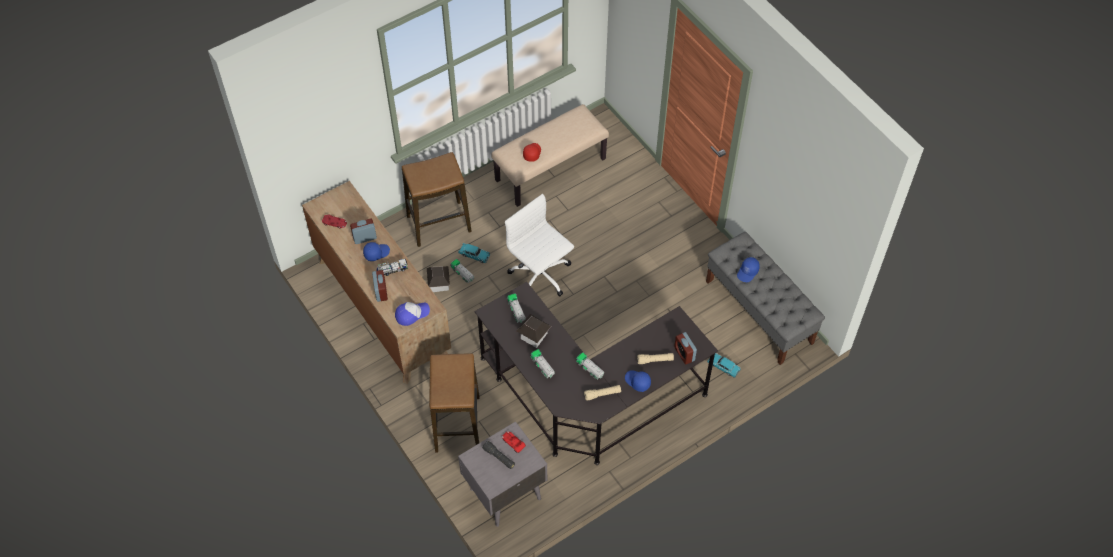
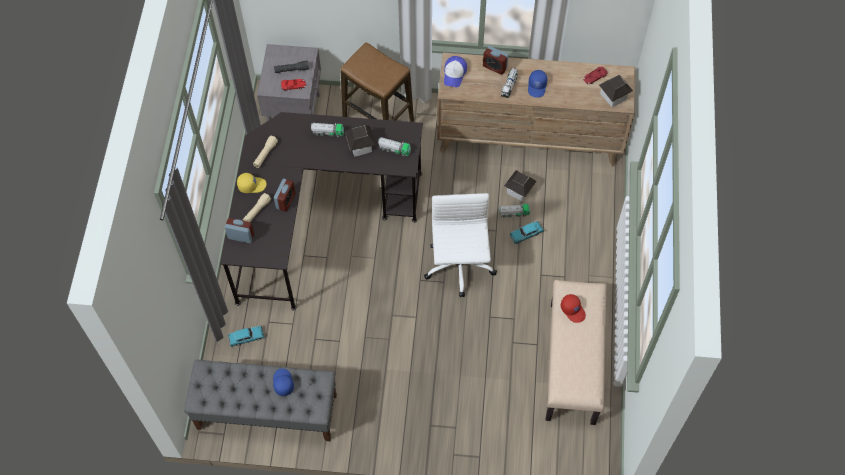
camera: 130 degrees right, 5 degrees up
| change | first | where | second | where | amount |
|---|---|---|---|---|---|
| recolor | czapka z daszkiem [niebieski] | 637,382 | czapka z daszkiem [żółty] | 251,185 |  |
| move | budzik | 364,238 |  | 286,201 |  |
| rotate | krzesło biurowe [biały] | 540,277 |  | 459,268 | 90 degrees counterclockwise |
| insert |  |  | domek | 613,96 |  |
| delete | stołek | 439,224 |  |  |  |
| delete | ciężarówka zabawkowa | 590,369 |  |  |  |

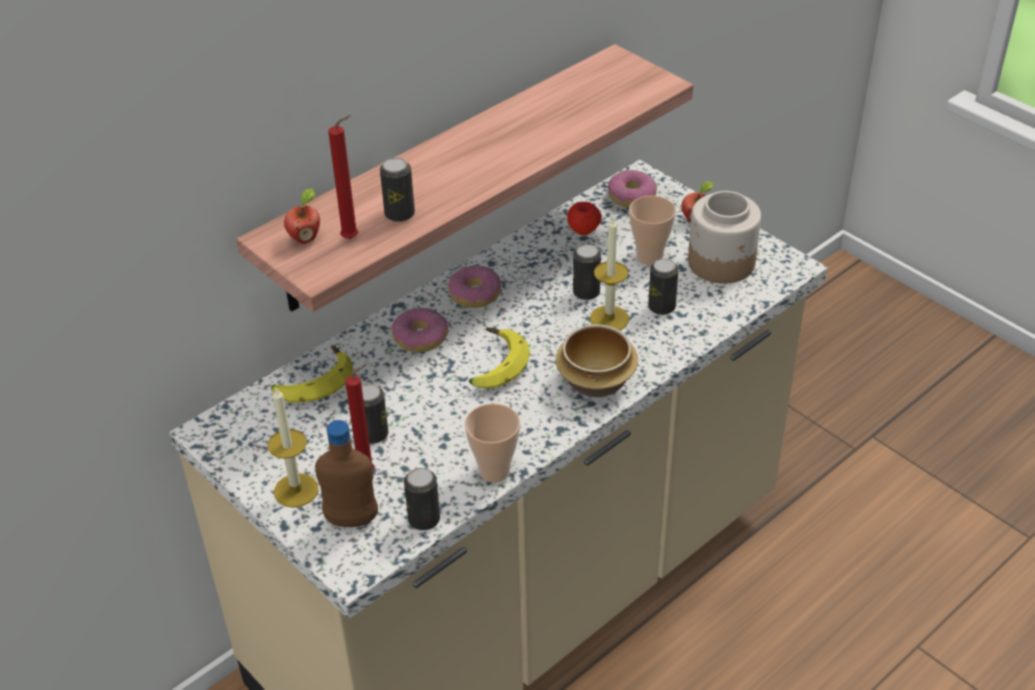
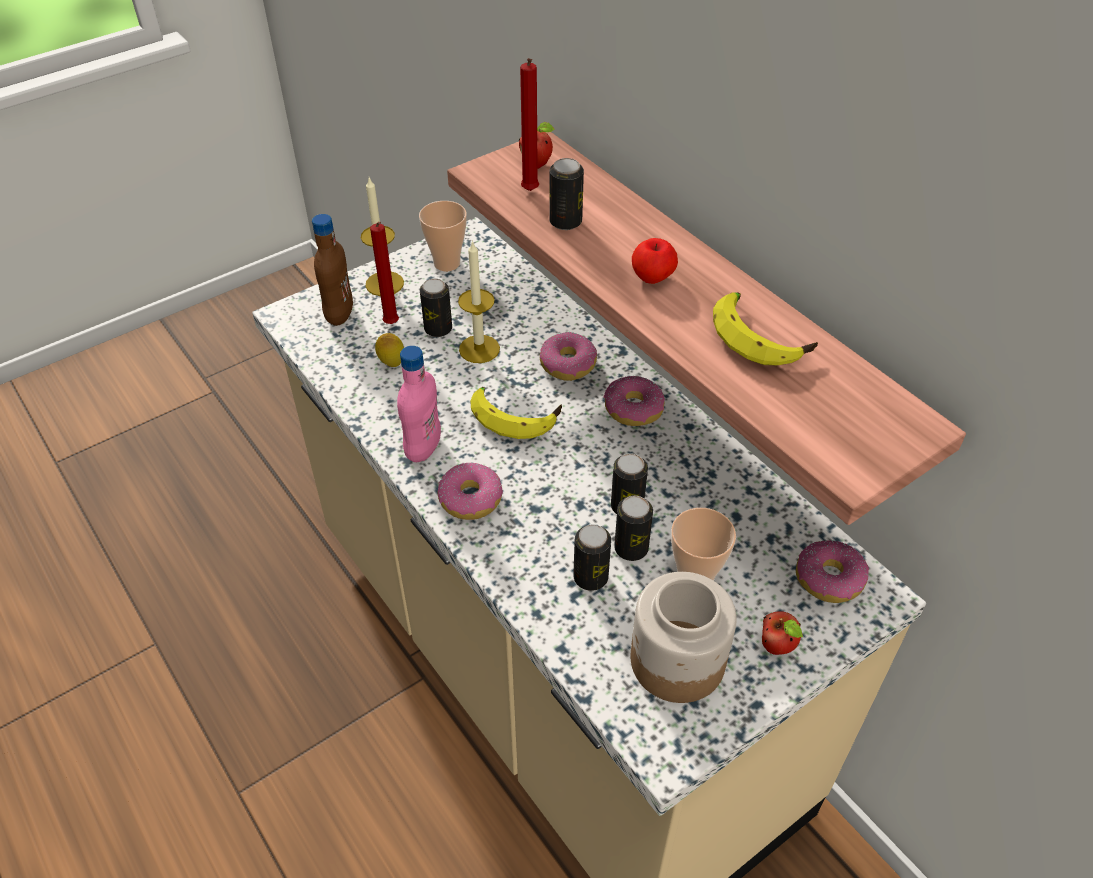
camera: 95 degrees right, 5 degrees up
| change | first | where | second | where | amount |
|---|---|---|---|---|---|
| insert |  |  | cytryna | 392,364 |  |
| insert |  |  | butelka [różowy] | 423,448 |  |
| move | filiżanka | 494,471 |  | 447,263 |  |
| replace | miska | 598,381 | donut | 471,499 |  |
| move | świeca | 609,319 |  | 479,349 |  |
| move | puszka | 424,519 |  | 631,548 |  |
| move | jabłko | 583,230 |  | 652,278 |  |
| move | banan | 312,382 |  | 760,337 |  |

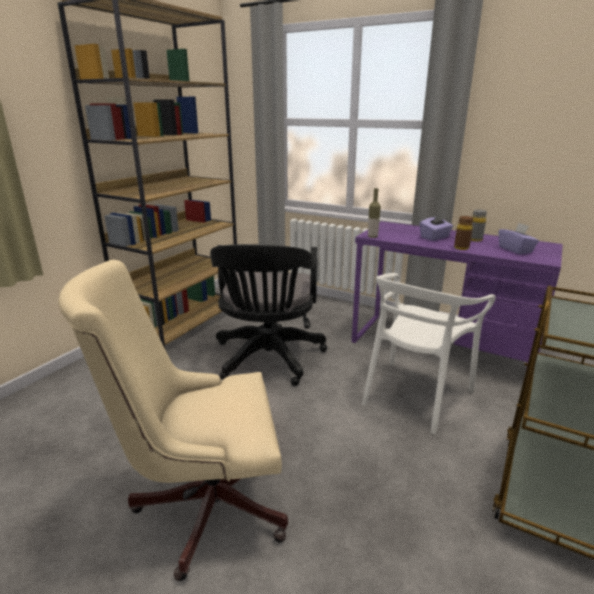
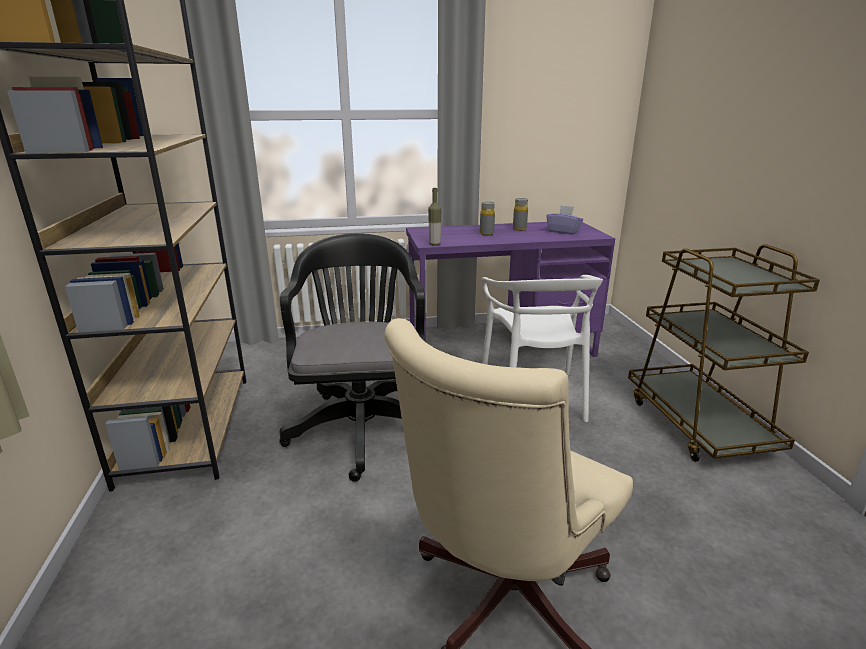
camera: 40 degrees left, 0 degrees up
| change | first | where | second | where | amount |
|---|---|---|---|---|---|
| rotate | krzesło biurowe [czarny] | 268,360 |  | 362,425 | 150 degrees counterclockwise |
| replace | pudełko chusteczek [fioletowy] | 435,237 | butelka [szary] | 486,233 |  |
| delete | butelka [brązowy] | 461,248 |  |  |  |

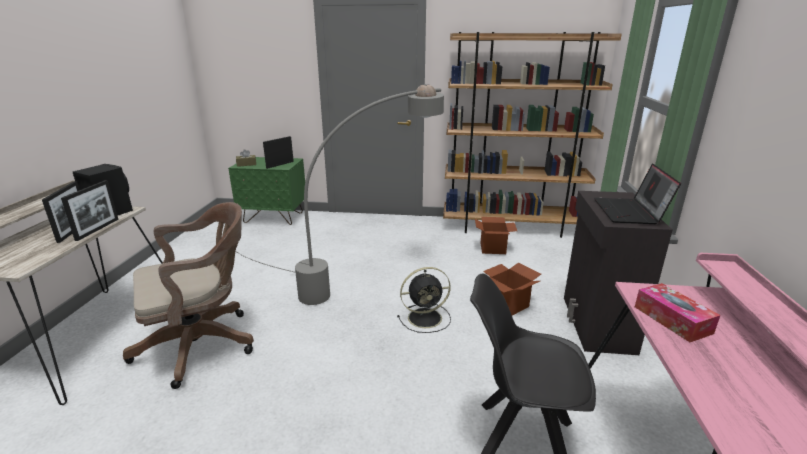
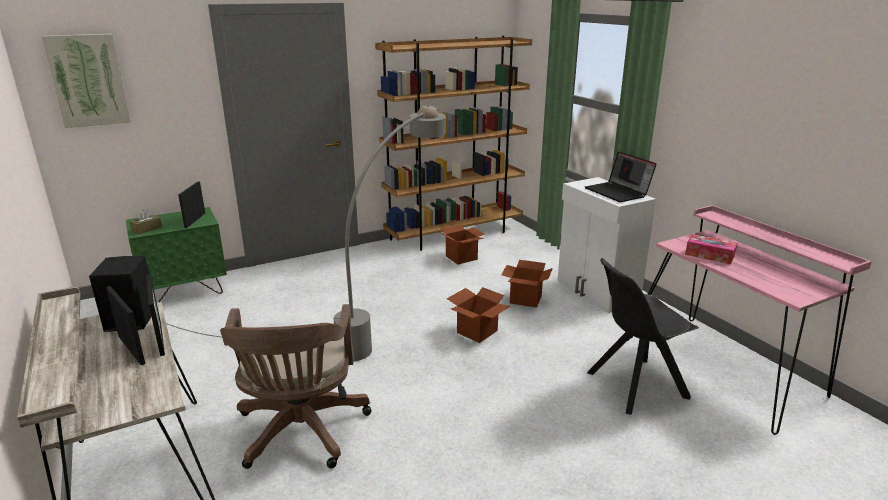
camera: 35 degrees left, 0 degrees up
| change | first | where | second | where | amount |
|---|---|---|---|---|---|
| insert |  |  | obraz | 88,80 |  |
| rotate | krzesło biurowe [brązowy] | 203,344 |  | 301,433 | 150 degrees clockwise |
| replace | wentylator [czarny] | 426,318 | karton | 477,331 |  |
| recolor | szafka [czarny] | 596,324 | szafka [biały] | 596,292 |  |

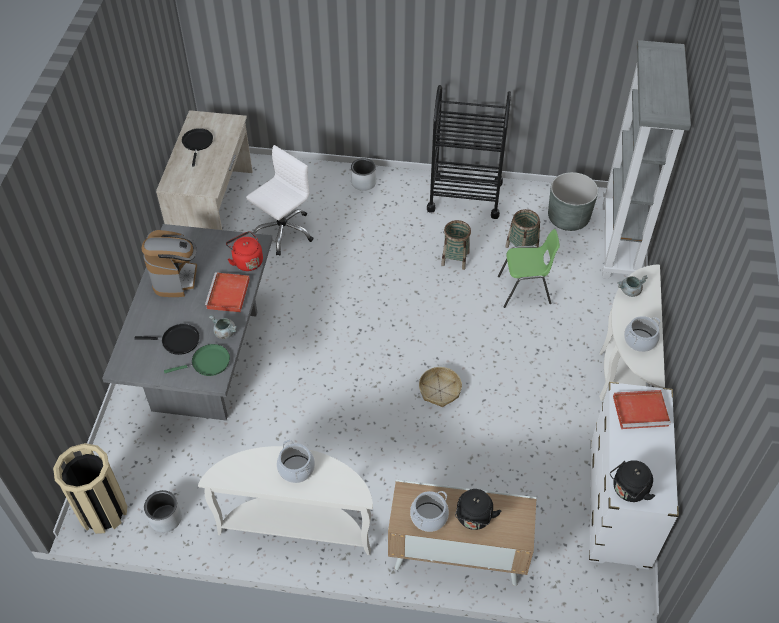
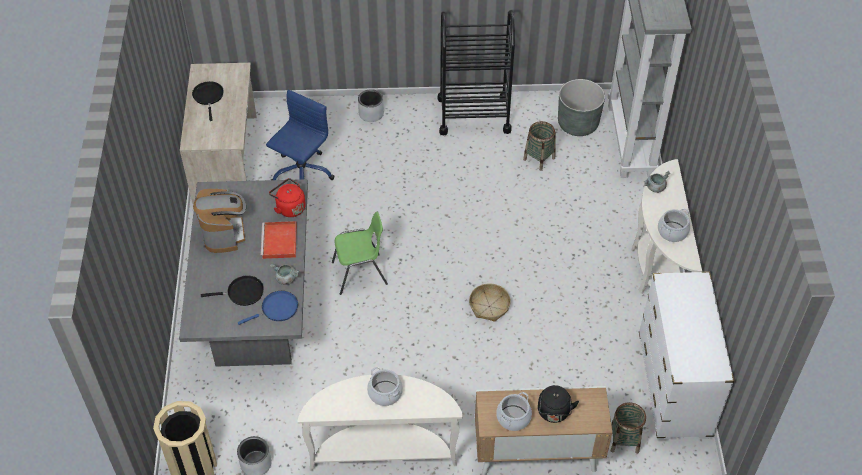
camera: 10 degrees left, 0 degrees up
| change | first | where | second | where | amount |
|---|---|---|---|---|---|
| recolor | patelnia [zielony] | 208,363 | patelnia [niebieski] | 277,309 |  |
| recolor | krzesło biurowe [biały] | 283,231 | krzesło biurowe [niebieski] | 302,173 |  |
| move | krzesło [zielony] | 525,290 |  | 360,274 |  |
| move | koszyk | 455,259 |  | 624,440 |  |
| delete | czajnik [czarny] | 628,490 |  |  |  |
| delete | taca [czerwony] | 641,410 |  |  |  |

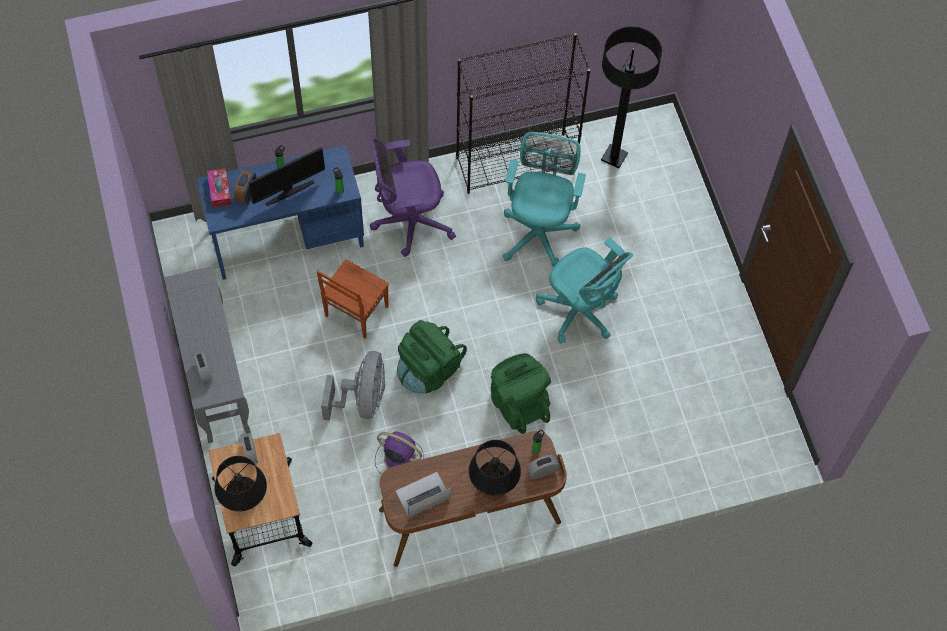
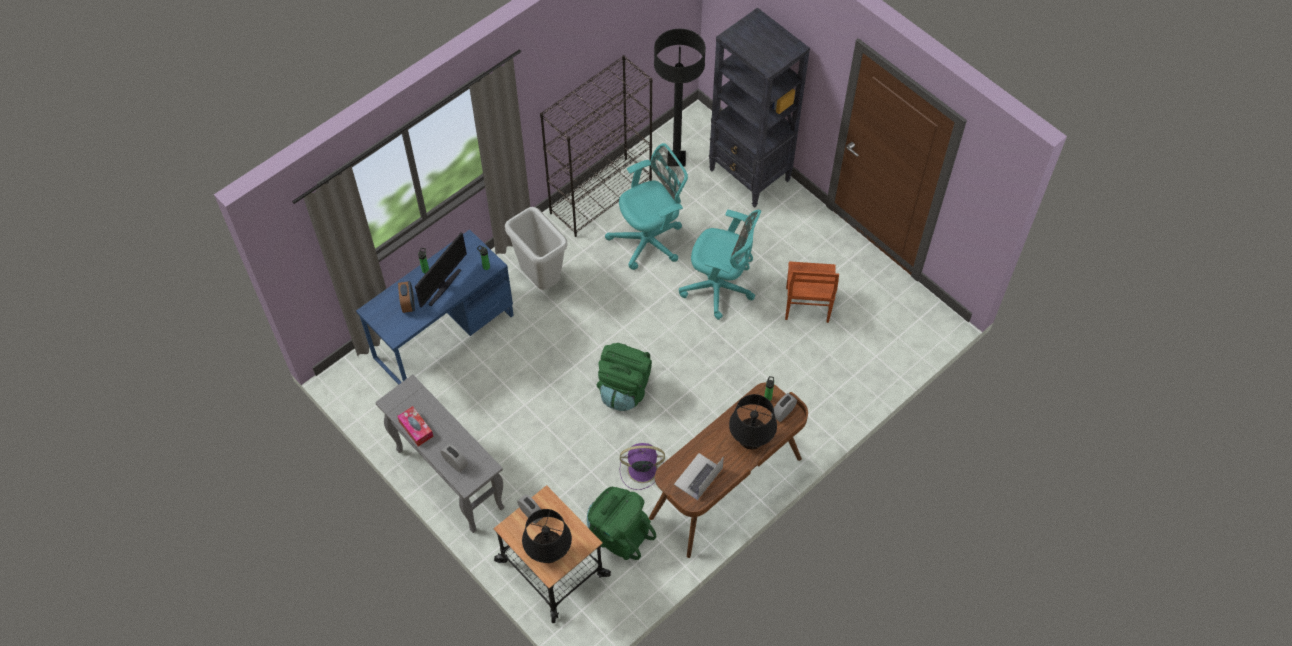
camera: 25 degrees left, 5 degrees down
| change | first | where | second | where | amount |
|---|---|---|---|---|---|
| move | pudełko chusteczek | 219,190 |  | 416,429 |  |
| replace | krzesło biurowe [fioletowy] | 409,222 | kosz na śmieci [szary] | 540,279 |  |
| move | plecak [zielony] | 518,402 |  | 618,534 |  |
| rotate | krzesło biurowe [turkusowy] | 539,230 |  | 650,240 | 75 degrees clockwise |
| insert |  |  | regał [czarny] | 750,175 |  |
| move | krzesło [brązowy] | 355,311 |  | 806,305 |  |
| delete | wentylator [szary] | 362,399 |  |  |  |

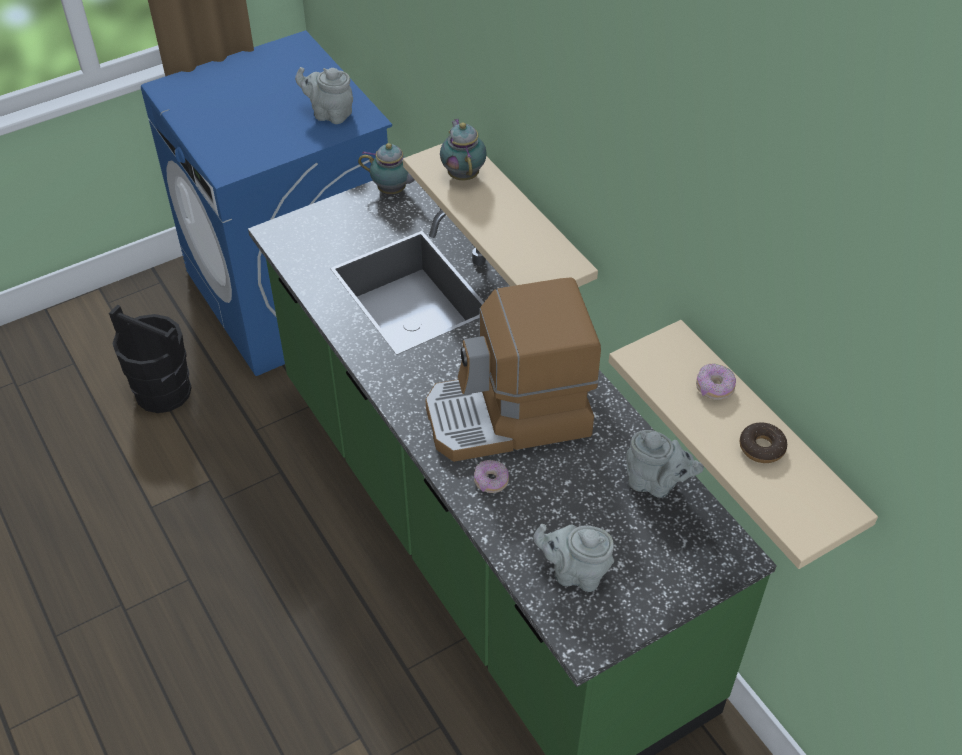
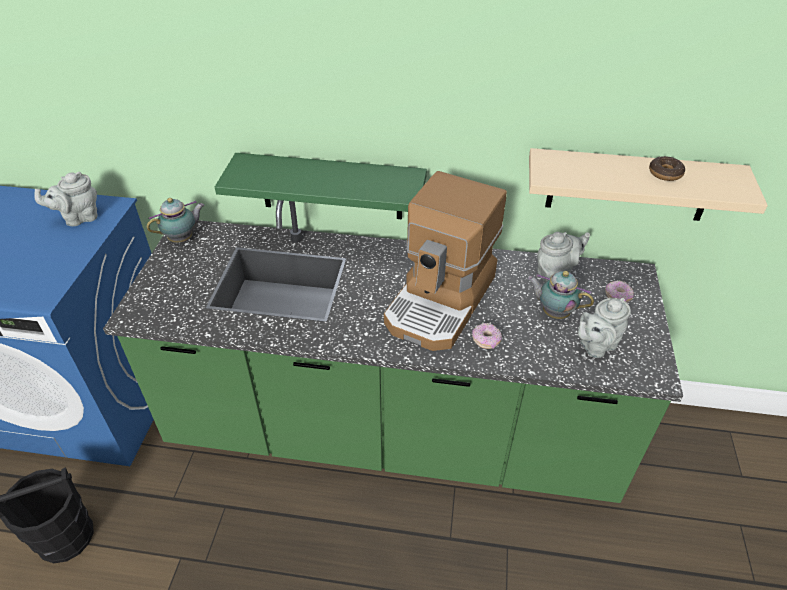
camera: 50 degrees left, 5 degrees down
| change | first | where | second | where | amount |
|---|---|---|---|---|---|
| recolor | półka [beżowy] | 527,228 | półka [zielony] | 331,186 |  |
| move | imbryk | 463,174 |  | 553,312 |  |
| move | donut | 714,388 |  | 617,297 |  |

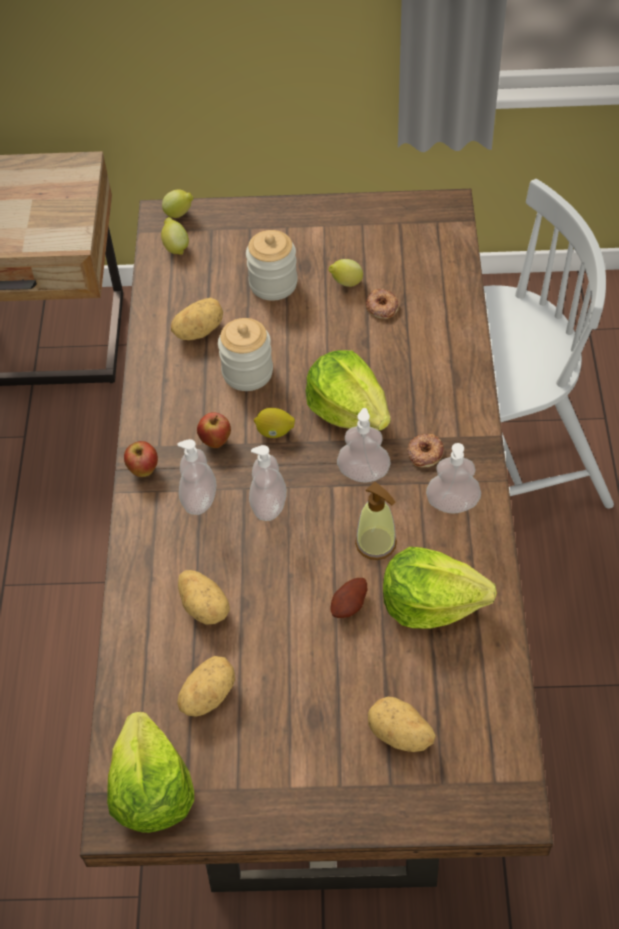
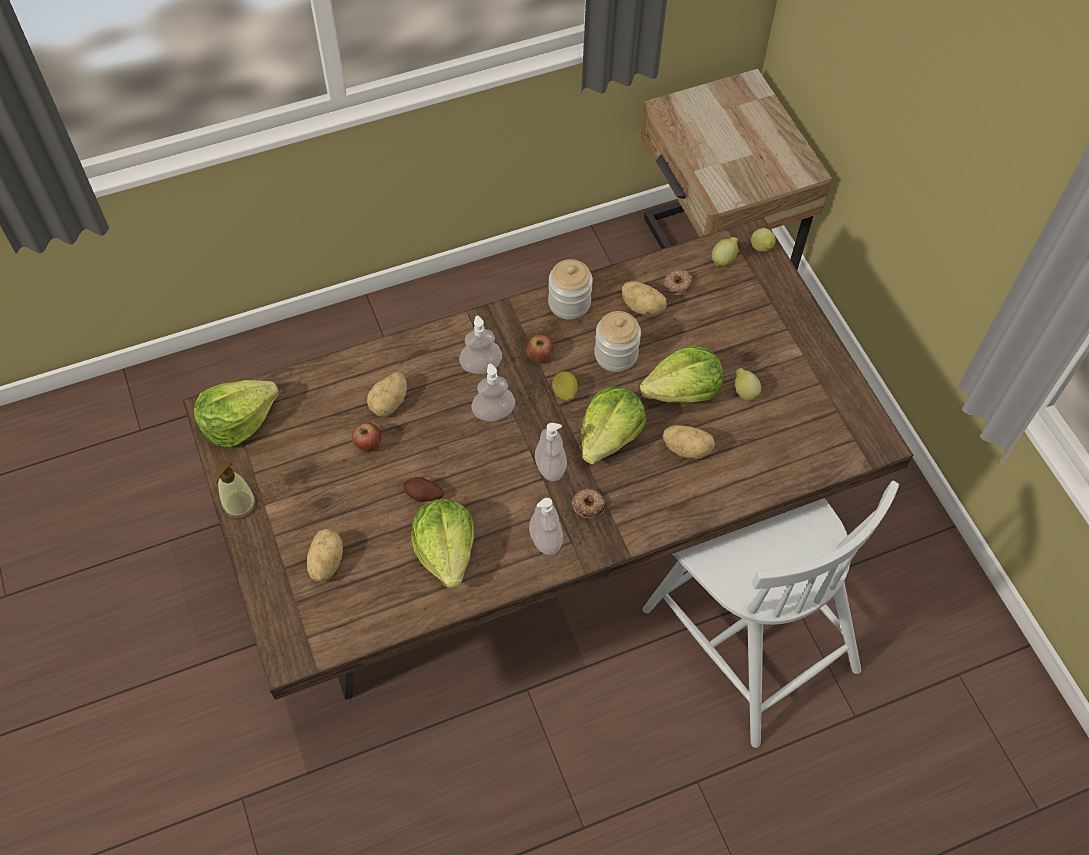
camera: 65 degrees right, 5 degrees up
| change | first | where | second | where | amount |
|---|---|---|---|---|---|
| move | dozownik mydła | 376,543 |  | 239,505 |  |
| move | jabłko | 143,470 |  | 368,445 |  |
| move | słoik | 273,283 |  | 569,303 |  |
| insert |  |  | sałata | 683,391 |  |
| move | ziemniak | 207,695 |  | 687,448 |  |
| move | donut | 381,307 |  | 677,284 |  |

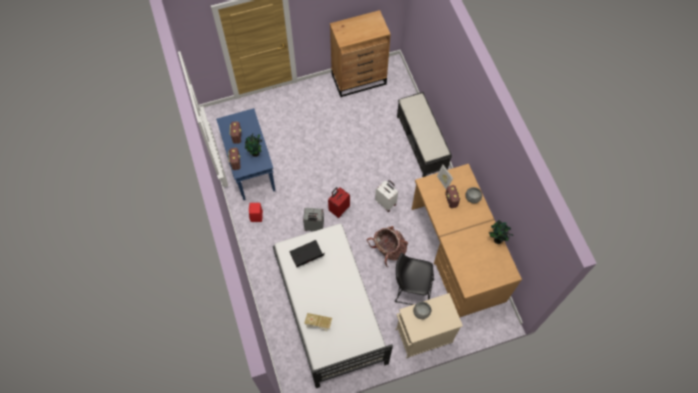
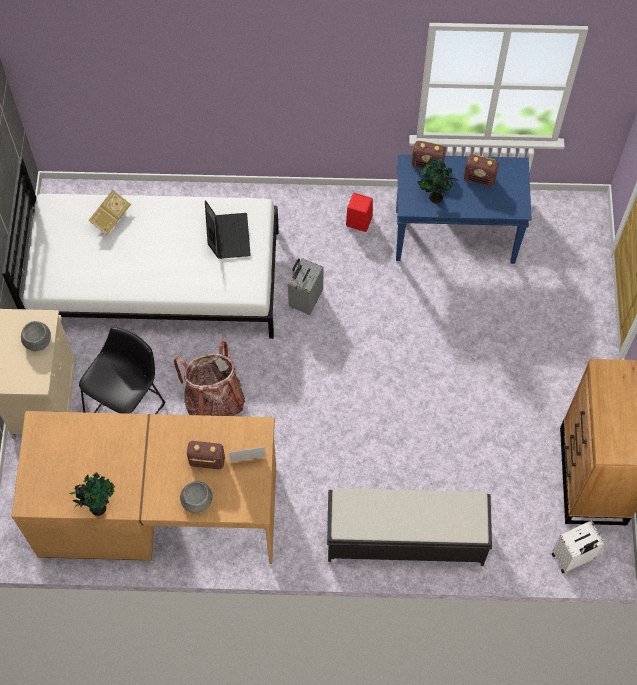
camera: 110 degrees right, 0 degrees up
| change | first | where | second | where | amount |
|---|---|---|---|---|---|
| move | walizka [biały] | 386,202 |  | 572,557 |  |
| delete | walizka [czerwony] | 339,209 |  |  |  |

